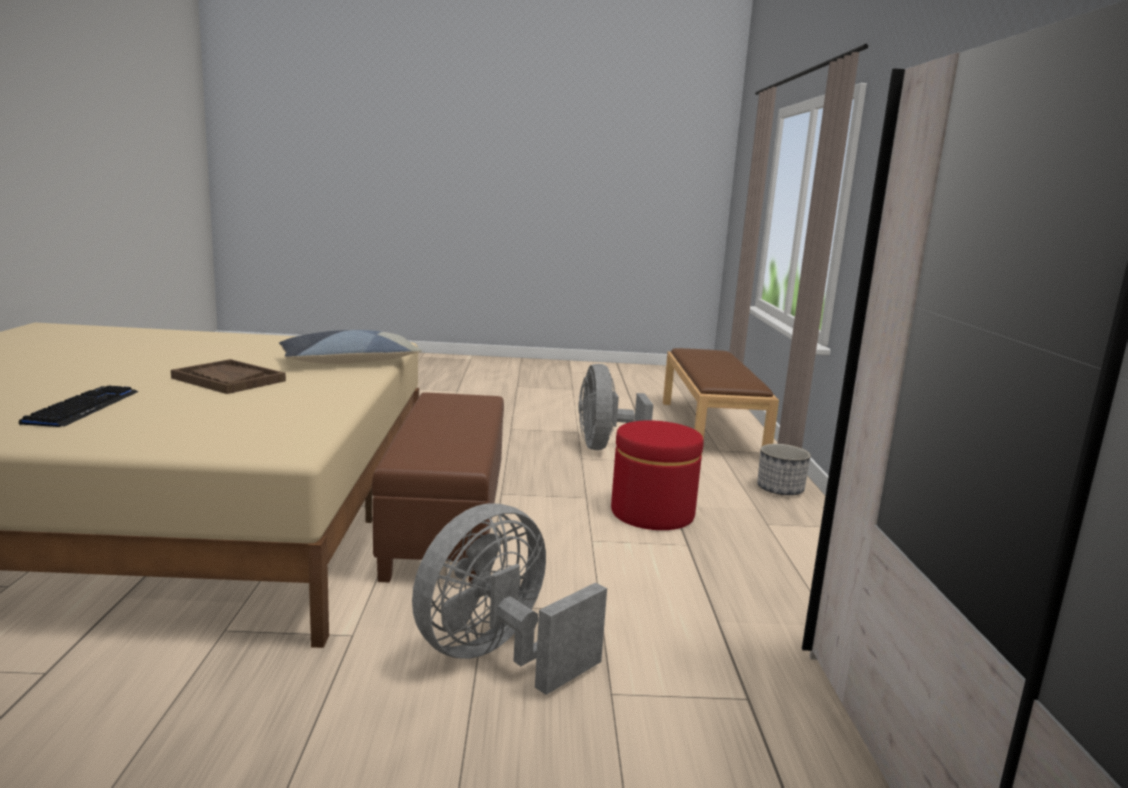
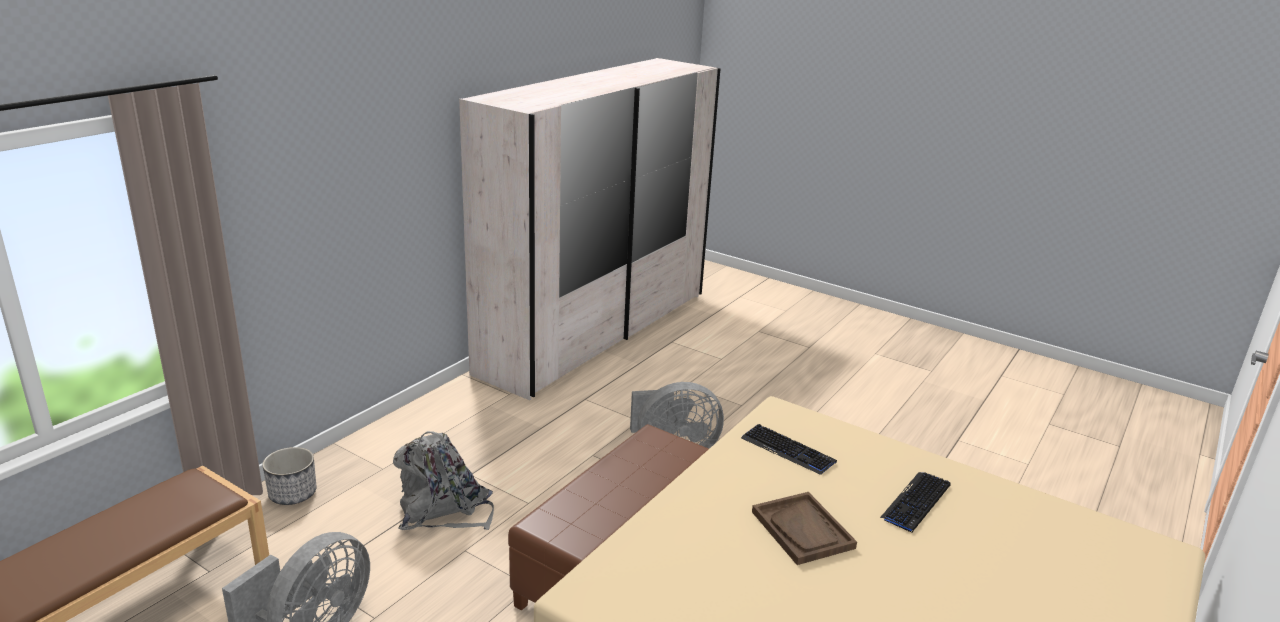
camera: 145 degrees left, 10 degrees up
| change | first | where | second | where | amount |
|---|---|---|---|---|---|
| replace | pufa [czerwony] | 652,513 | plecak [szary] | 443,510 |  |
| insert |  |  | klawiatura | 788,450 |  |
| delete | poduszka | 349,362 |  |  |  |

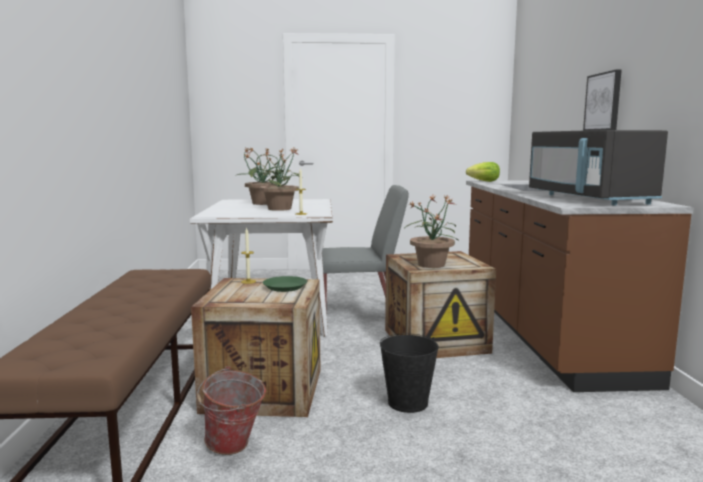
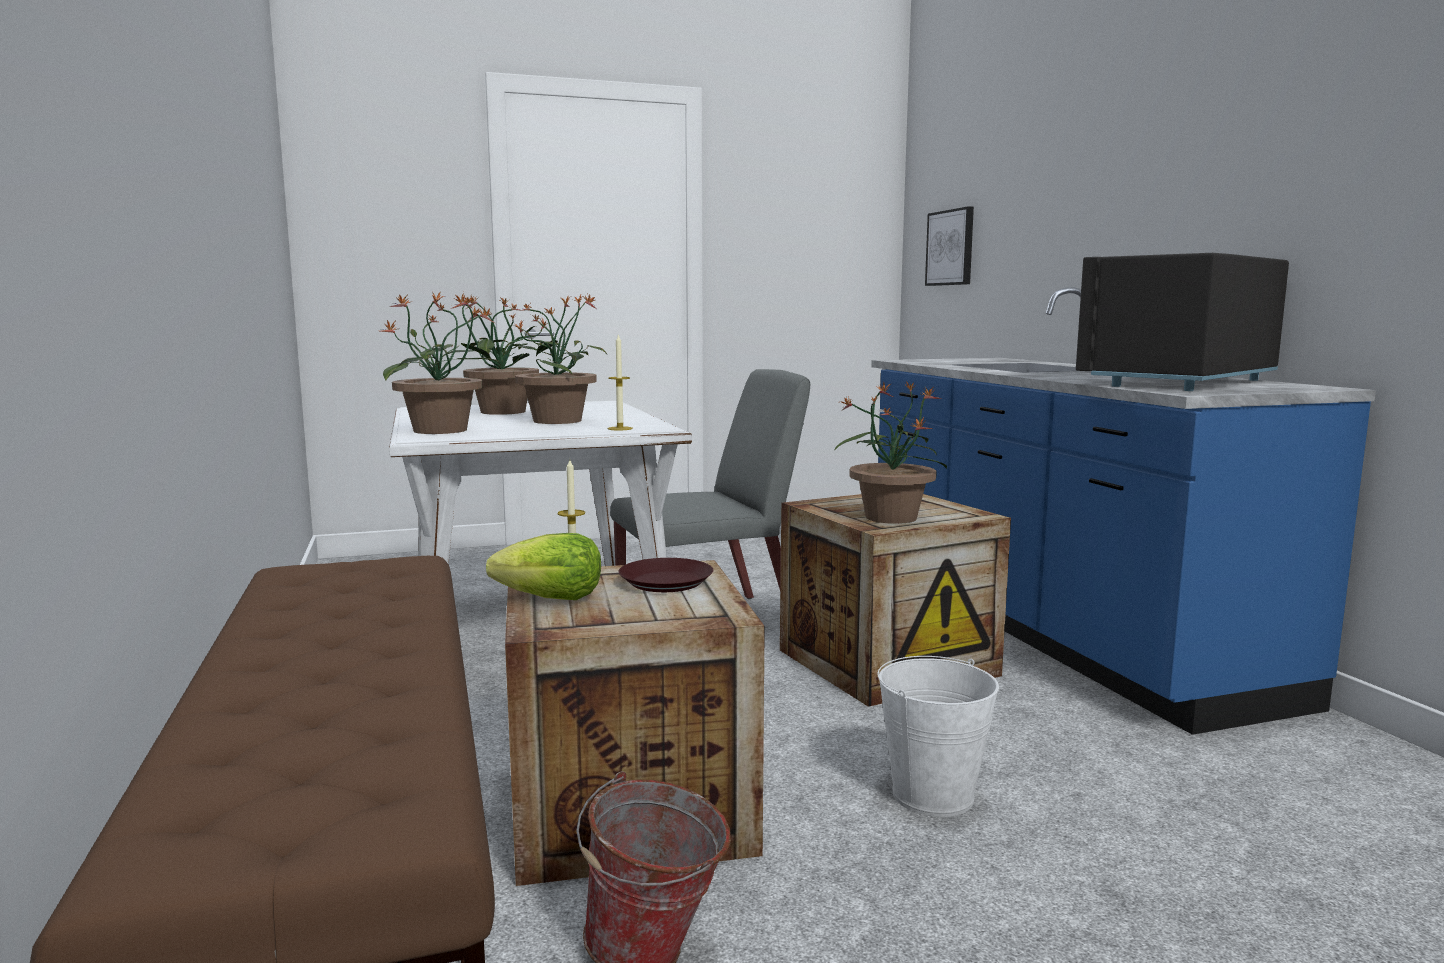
camera: 15 degrees left, 0 degrees up
| change | first | where | second | where | amount |
|---|---|---|---|---|---|
| insert |  |  | roślina doniczkowa | 442,430 |  |
| move | sałata | 484,181 |  | 551,598 |  |
| recolor | talerz [zielony] | 285,287 | talerz [brązowy] | 666,582 |  |
| recolor | zabudowa kuchenna [brązowy] | 542,332 | zabudowa kuchenna [niebieski] | 1051,627 |  |
| recolor | wiadro [czarny] | 408,403 | wiadro [biały] | 933,795 |  |
| move | obraz | 603,102 |  | 951,248 |  |
| rotate | mikrofalówka [czarny] | 588,199 |  | 1177,382 | 75 degrees clockwise |

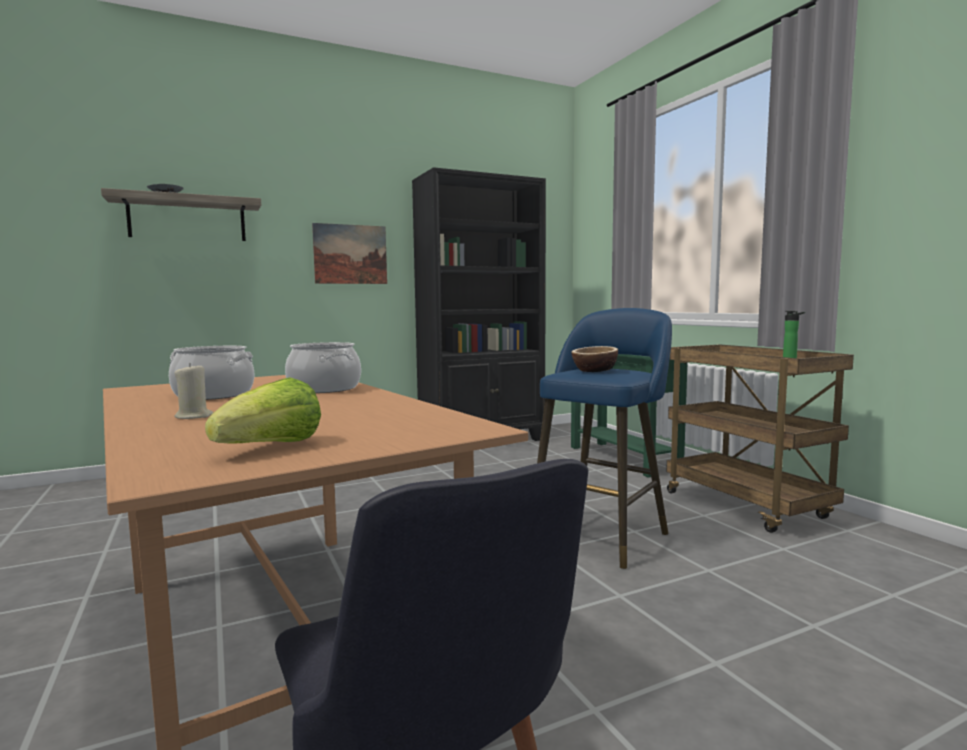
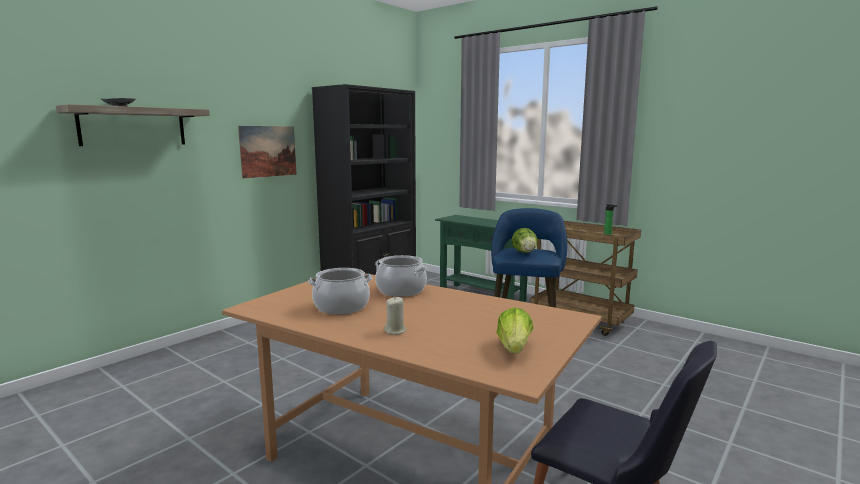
camera: 25 degrees left, 5 degrees up
| change | first | where | second | where | amount |
|---|---|---|---|---|---|
| replace | miska | 594,370 | sałata | 525,253 |  |

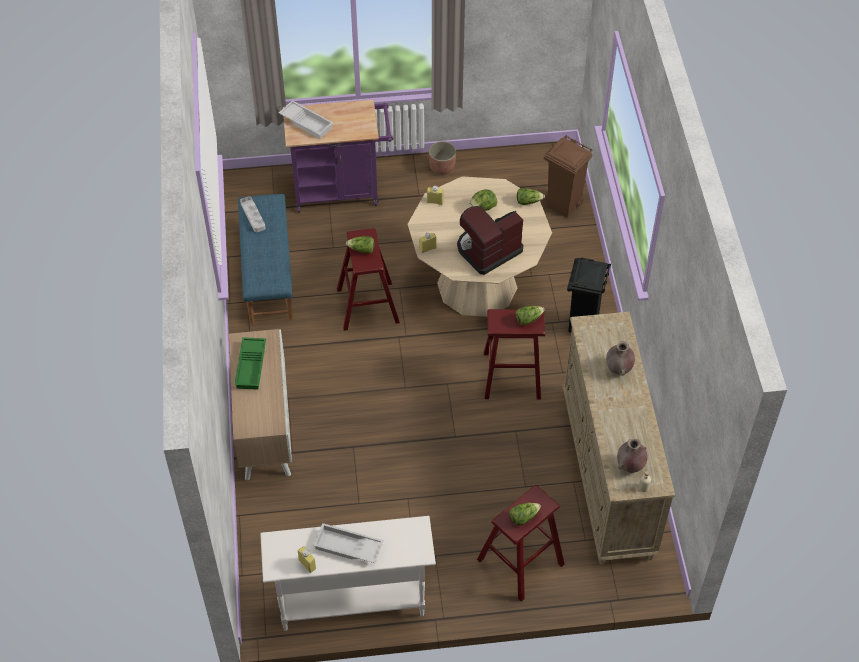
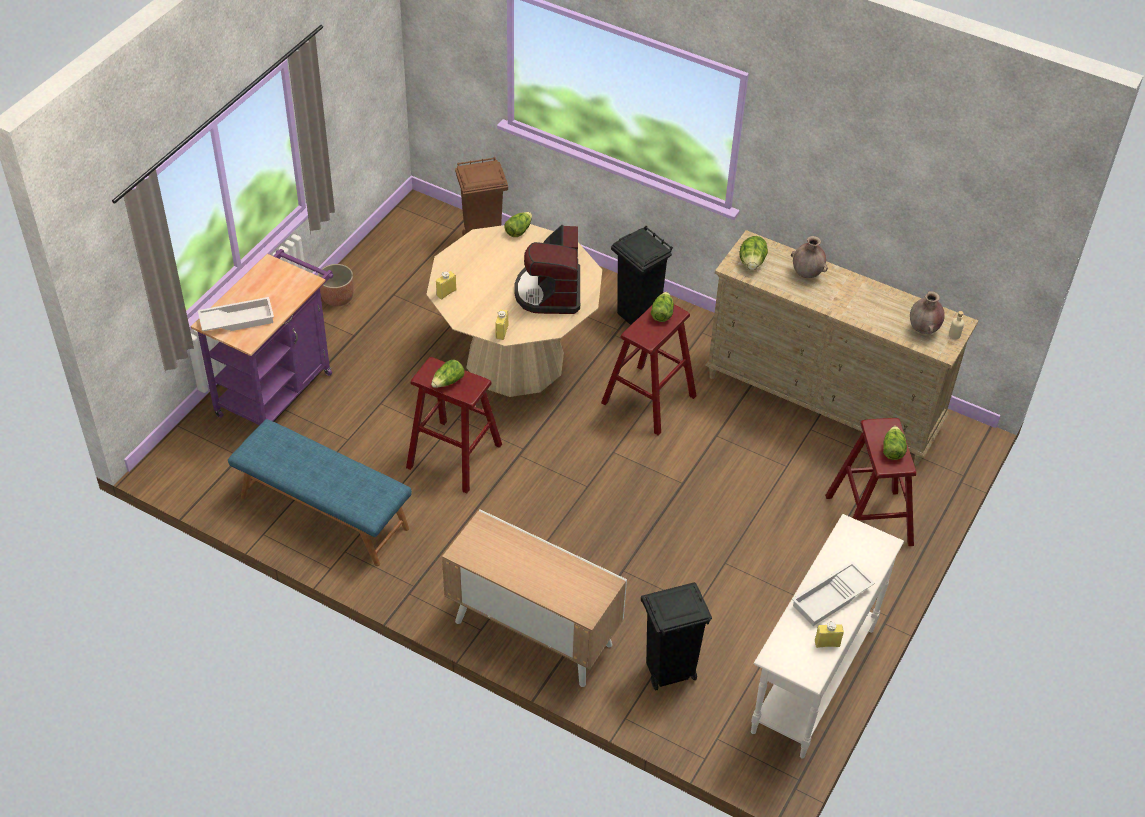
camera: 55 degrees left, 5 degrees down
| change | first | where | second | where | amount |
|---|---|---|---|---|---|
| insert |  |  | kosz na śmieci [czarny] | 668,672 |  |
| move | sałata | 482,208 |  | 752,263 |  |
| delete | taca [zielony] | 252,366 |  |  |  |
| delete | taca [szary] | 253,216 |  |  |  |

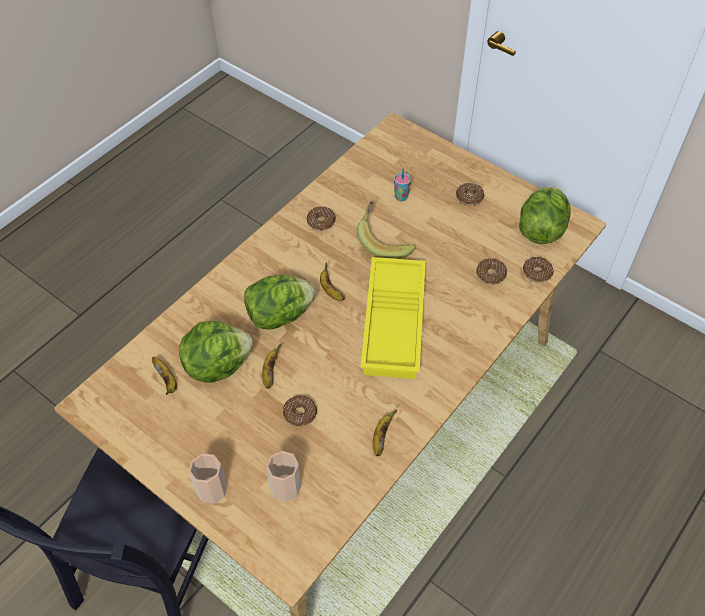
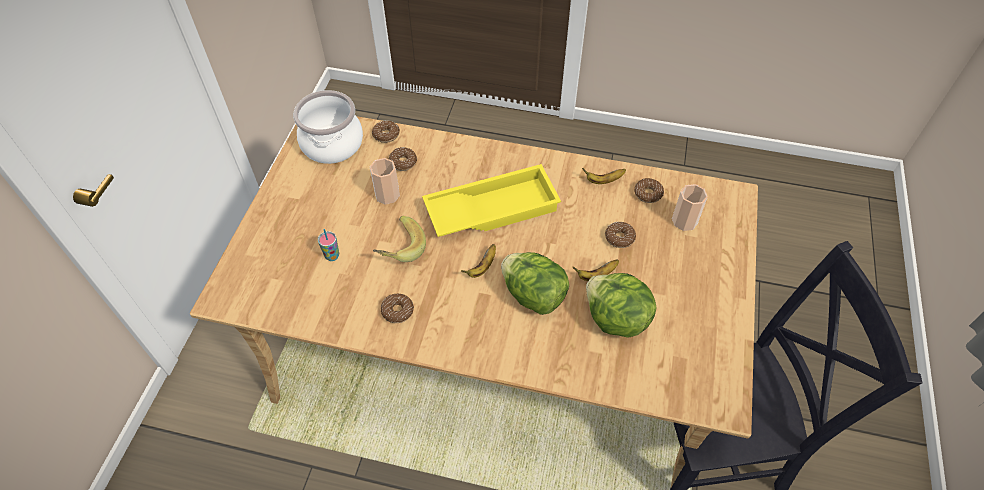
camera: 115 degrees left, 0 degrees up
| change | first | where | second | where | amount |
|---|---|---|---|---|---|
| replace | sałata | 541,230 | garnek | 333,144 |  |
| move | filiżanka | 211,489 |  | 387,195 |  |
| move | donut | 469,197 |  | 648,194 |  |
| delete | banan | 167,380 |  |  |  |

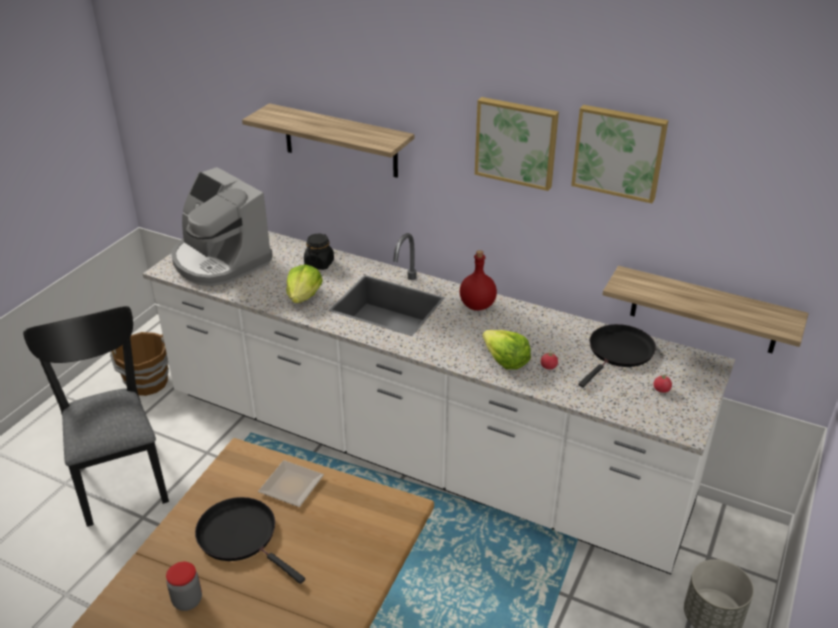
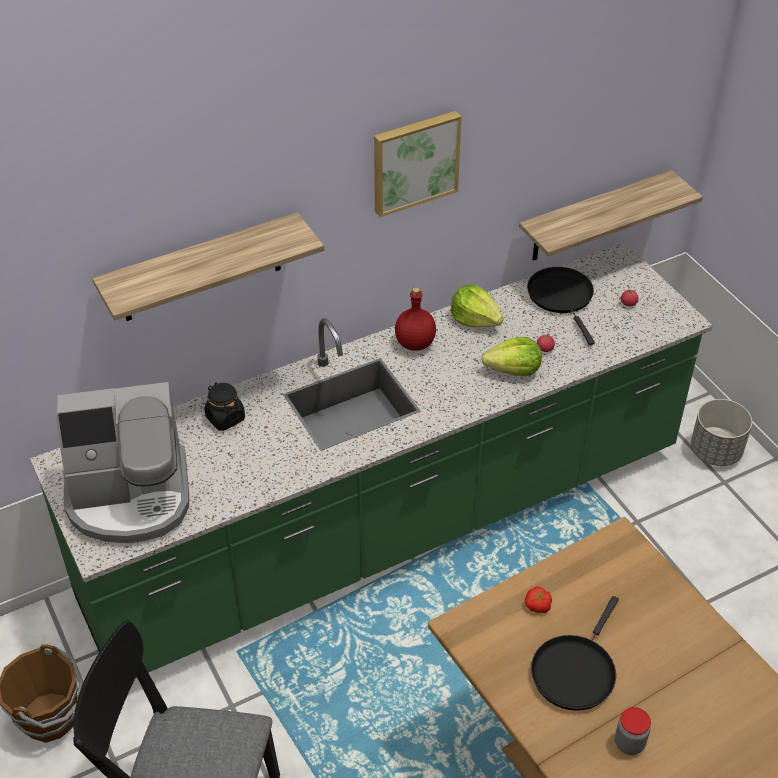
camera: 55 degrees left, 10 degrees up
| change | first | where | second | where | amount |
|---|---|---|---|---|---|
| recolor | zabudowa kuchenna [biały] | 419,451 | zabudowa kuchenna [zielony] | 389,526 |  |
| move | sałata | 304,296 |  | 475,319 |  |
| replace | talerz | 292,487 | pomidor | 537,606 |  |
| rotate | patelnia [czarny] | 241,536 |  | 574,671 | 45 degrees counterclockwise |
| delete | obraz | 619,152 |  |  |  |

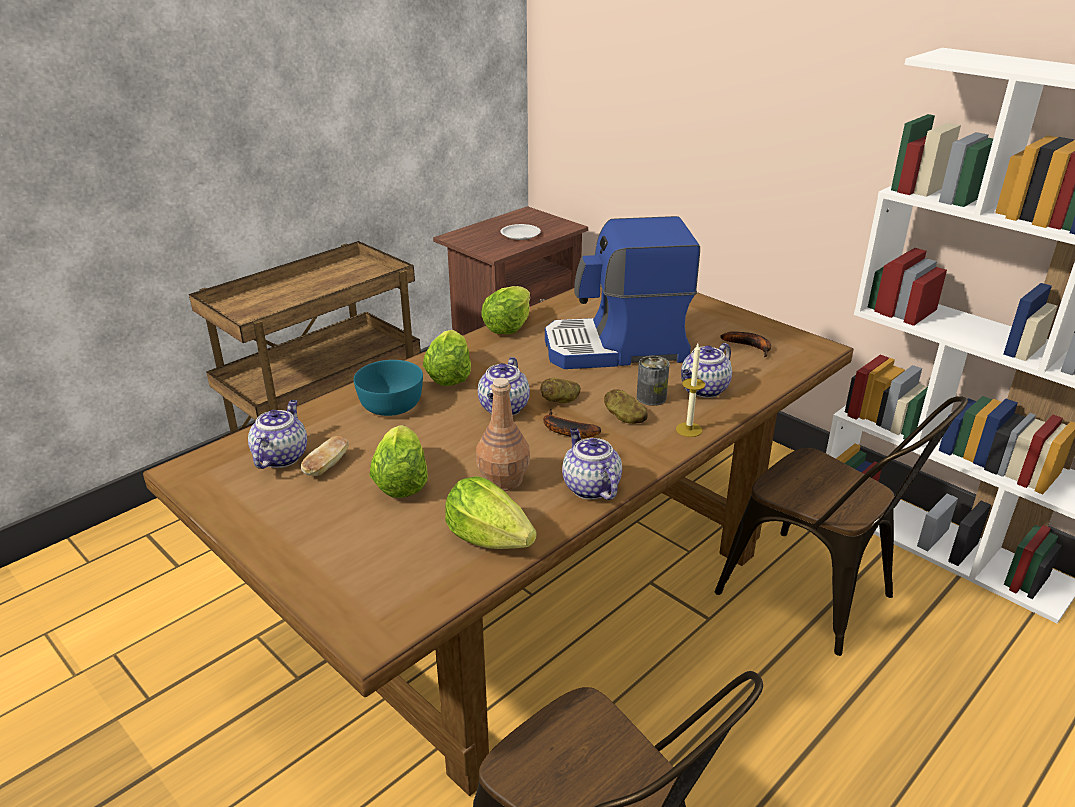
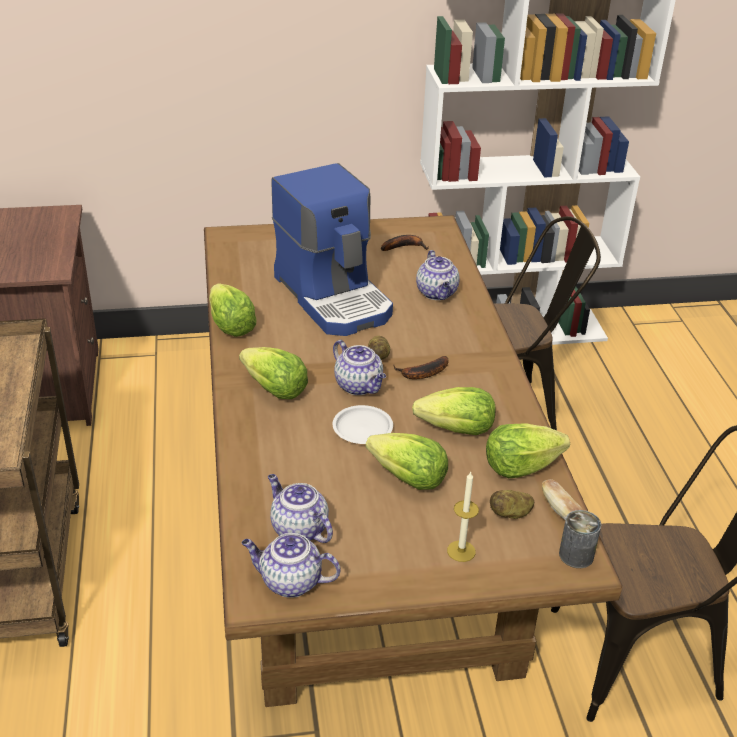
camera: 55 degrees left, 5 degrees up
| change | first | where | second | where | amount |
|---|---|---|---|---|---|
| move | imbryk | 590,487 |  | 289,582 |  |
| rotate | ekspres do kawy | 616,348 |  | 335,297 | 60 degrees counterclockwise |
| move | talerz [biały] | 520,235 |  | 362,429 |  |
| replace | butelka [brązowy] | 503,480 | sałata | 457,430 |  |
| move | świeca | 689,429 |  | 461,551 |  |
| move | ziemniak | 624,418 |  | 510,514 |  |
| move | chleb | 327,466 |  | 560,510 |  |
| move | puszka | 651,397 |  | 576,555 |  |
| delete | miska [turkusowy] | 392,404 |  |  |  |

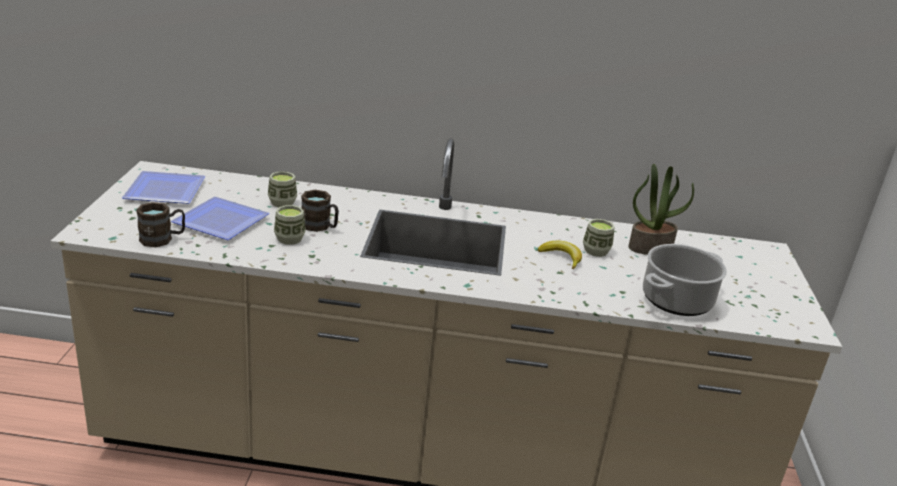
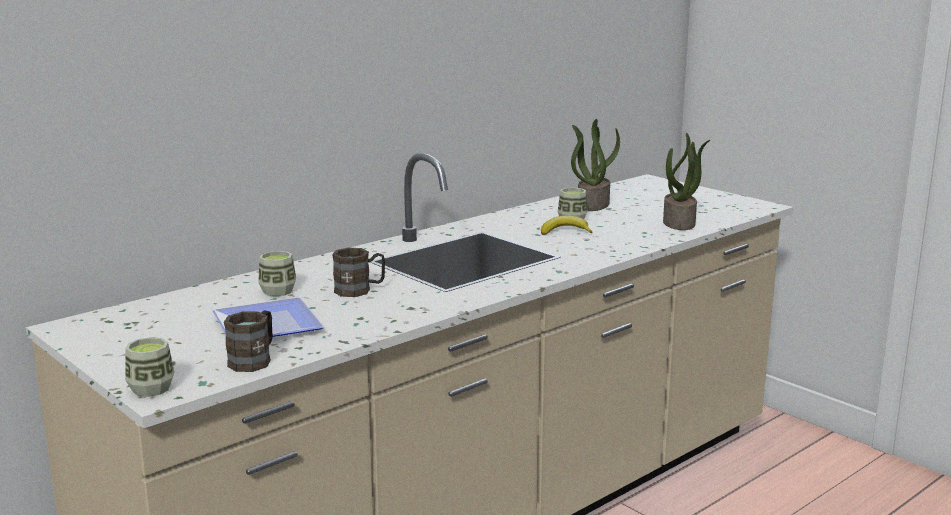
camera: 45 degrees left, 10 degrees down
| change | first | where | second | where | amount |
|---|---|---|---|---|---|
| move | filiżanka | 289,239 |  | 151,388 |  |
| replace | garnek | 676,301 | roślina doniczkowa | 680,223 |  |
| delete | talerz | 163,190 |  |  |  |

